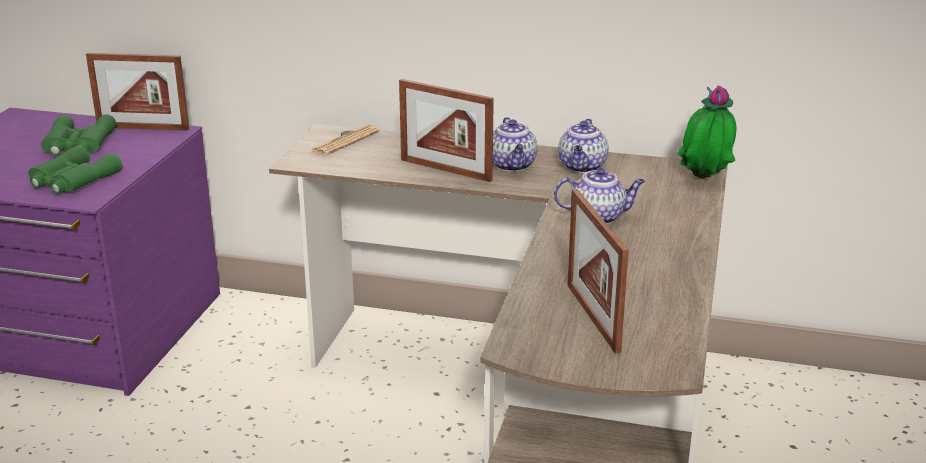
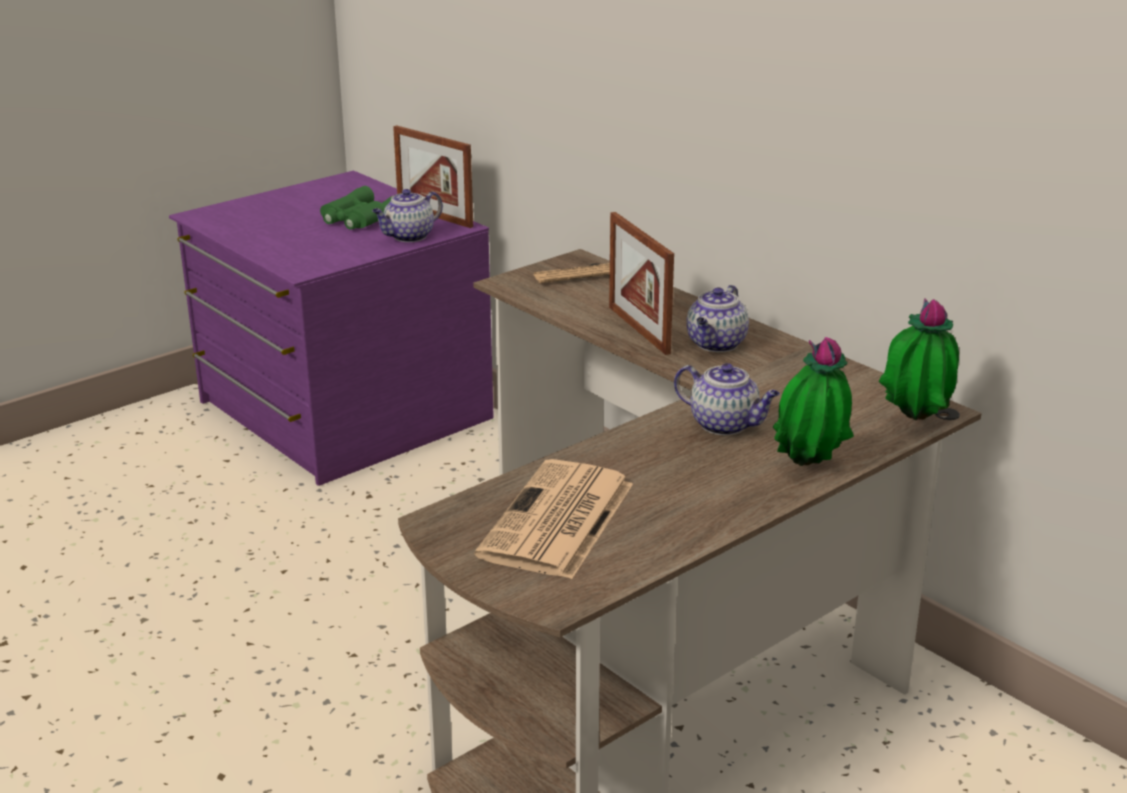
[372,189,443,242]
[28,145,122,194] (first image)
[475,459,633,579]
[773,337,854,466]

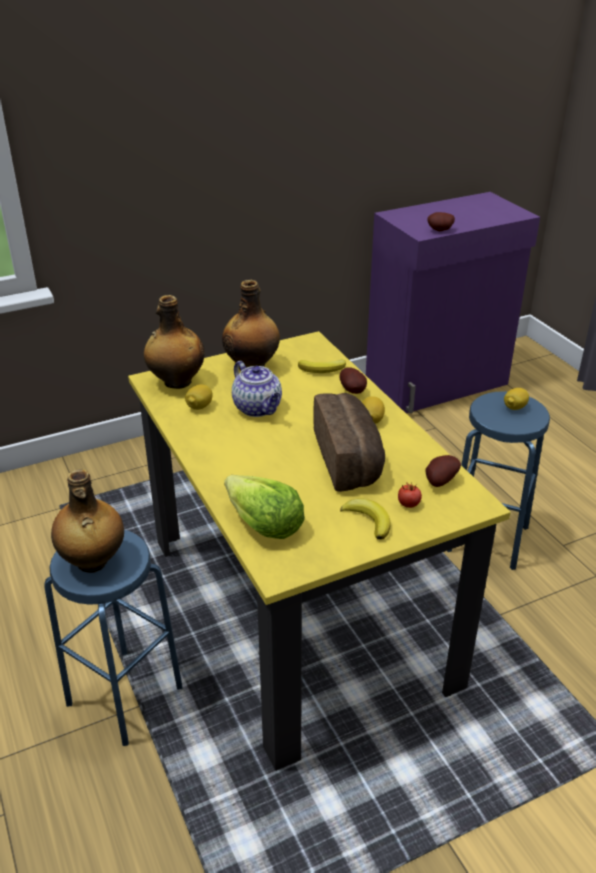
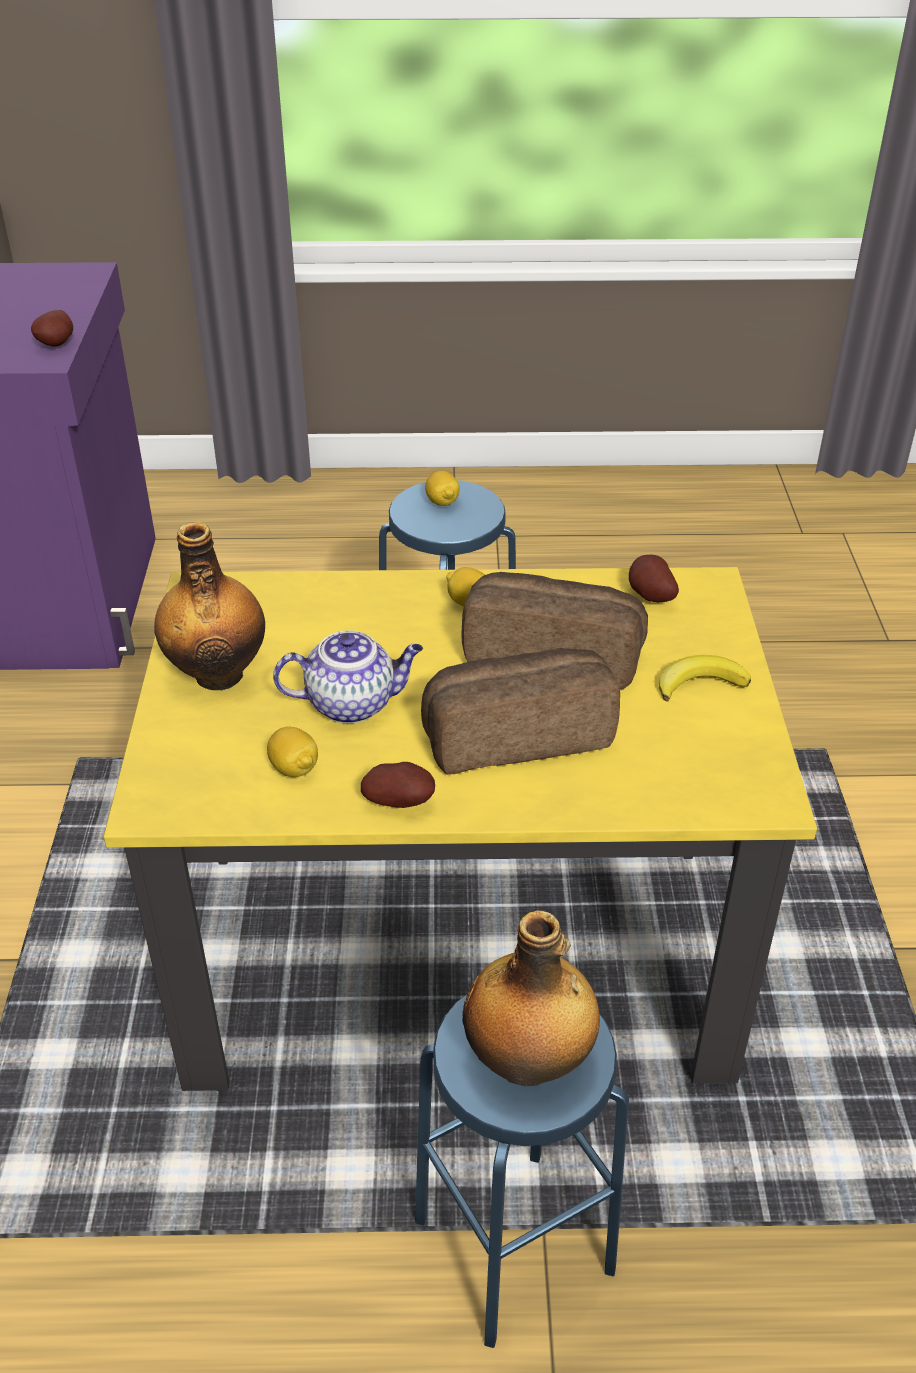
[144,295,204,389] (first image)
[298,359,346,373] (first image)
[361,762,435,808]
[224,475,305,539] (first image)
[398,482,422,508] (first image)
[421,648,620,775]

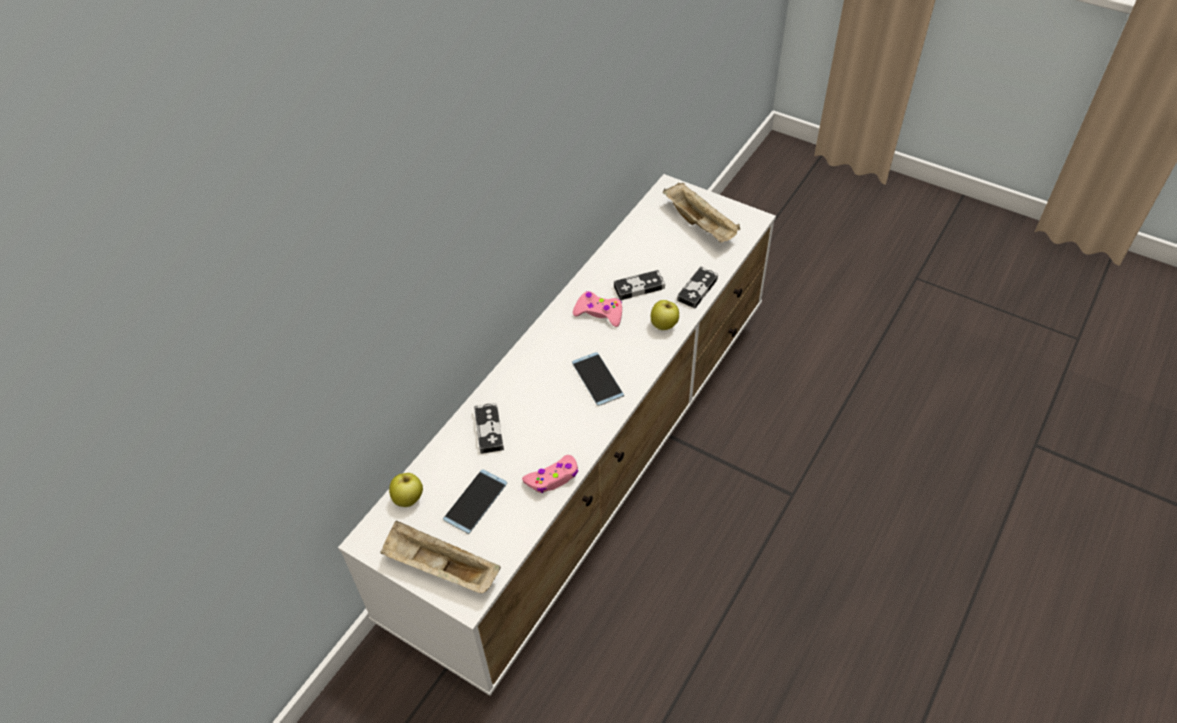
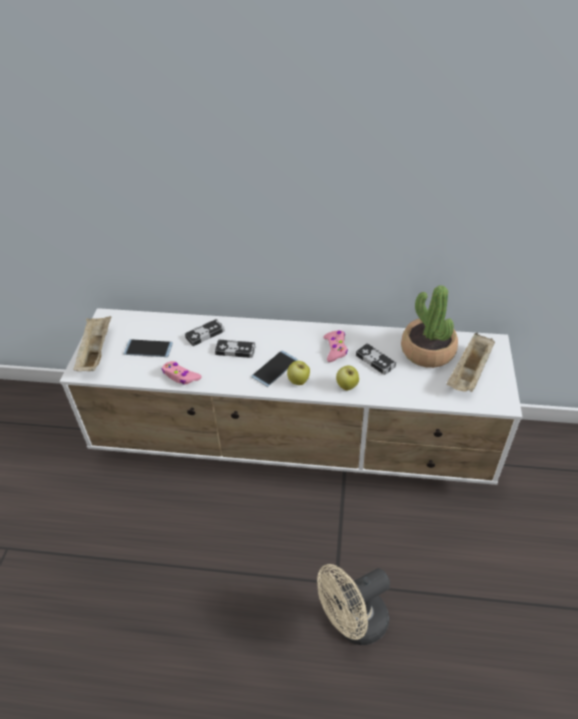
[215,340,255,358]
[287,361,310,385]
[401,285,458,368]
[317,564,390,645]

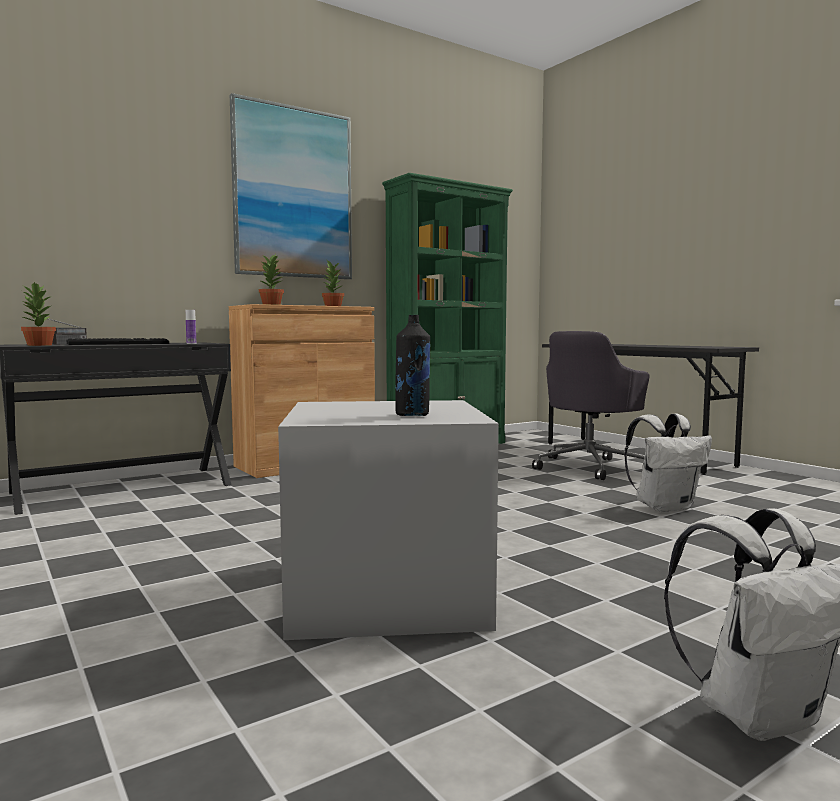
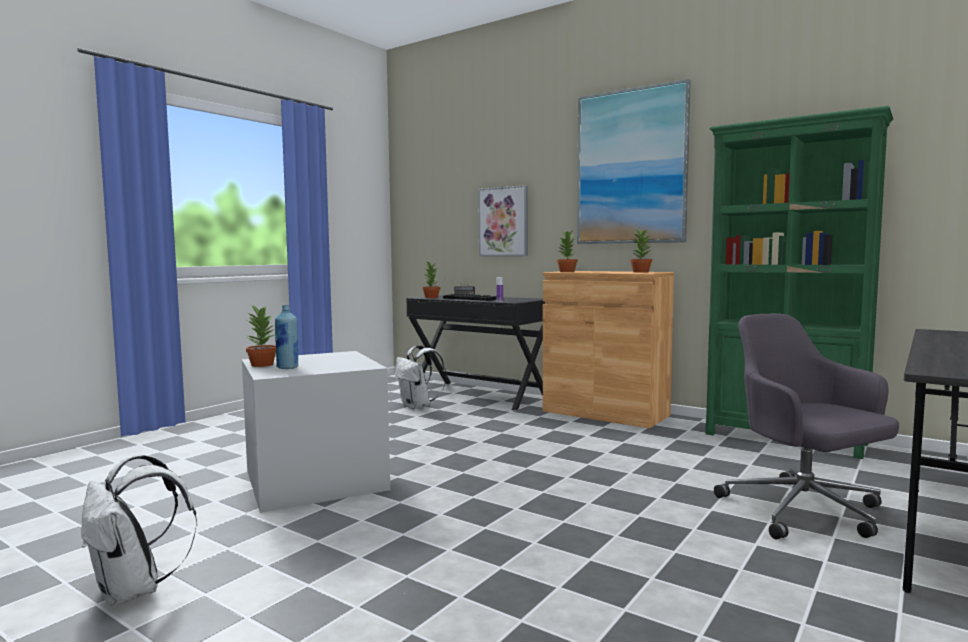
[275,305,298,369]
[714,314,899,539]
[395,345,447,409]
[478,185,528,256]
[246,306,276,367]

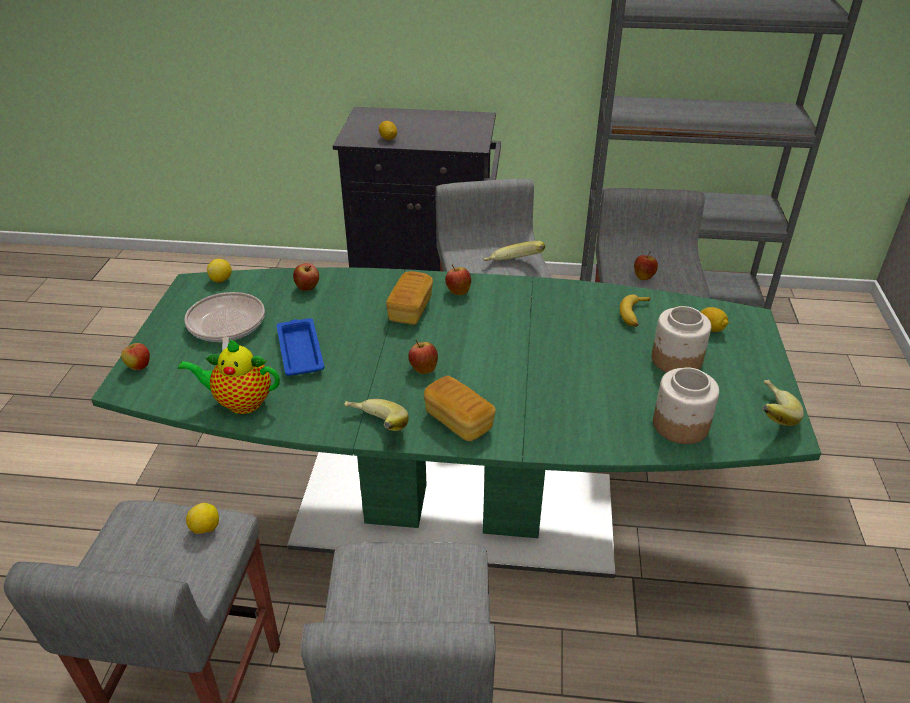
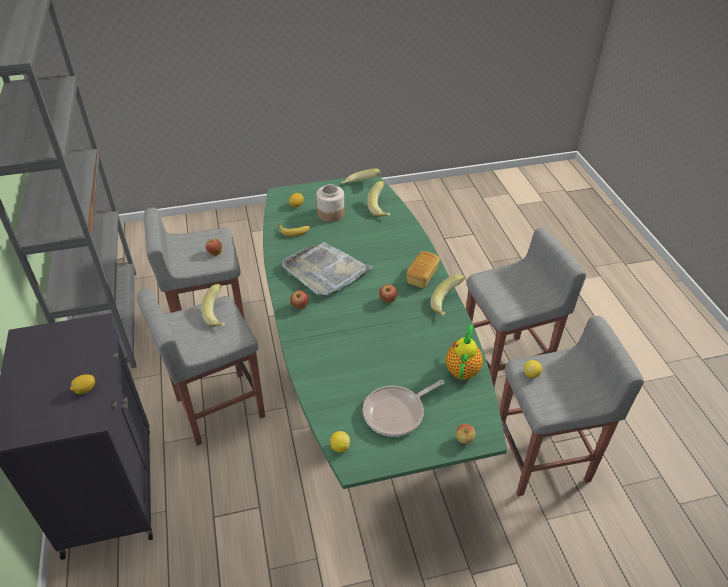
[293,263,319,291] (first image)
[386,271,433,325] (first image)
[276,318,325,376] (first image)
[446,324,483,380]
[367,181,390,217]
[281,242,373,297]

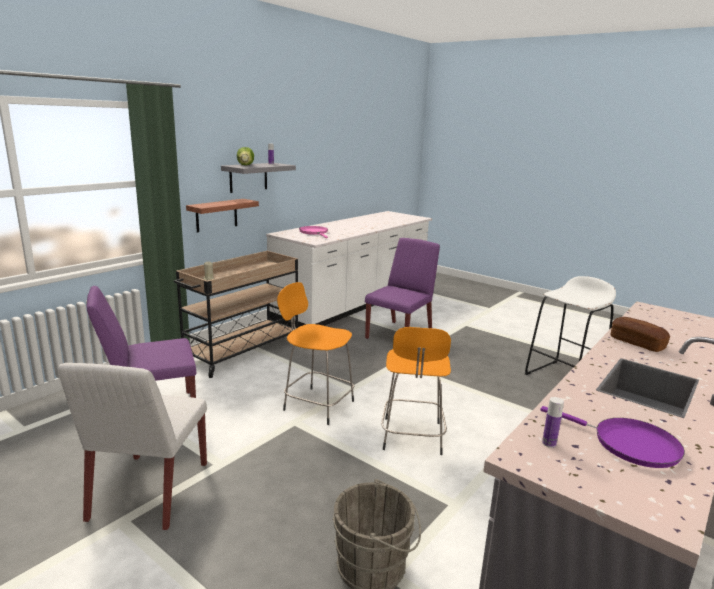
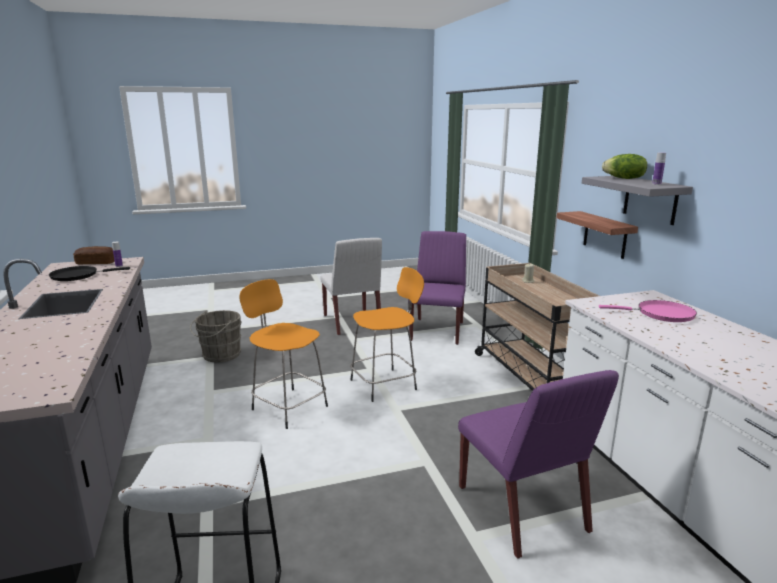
[73,246,115,265]
[321,238,382,335]
[49,266,130,281]

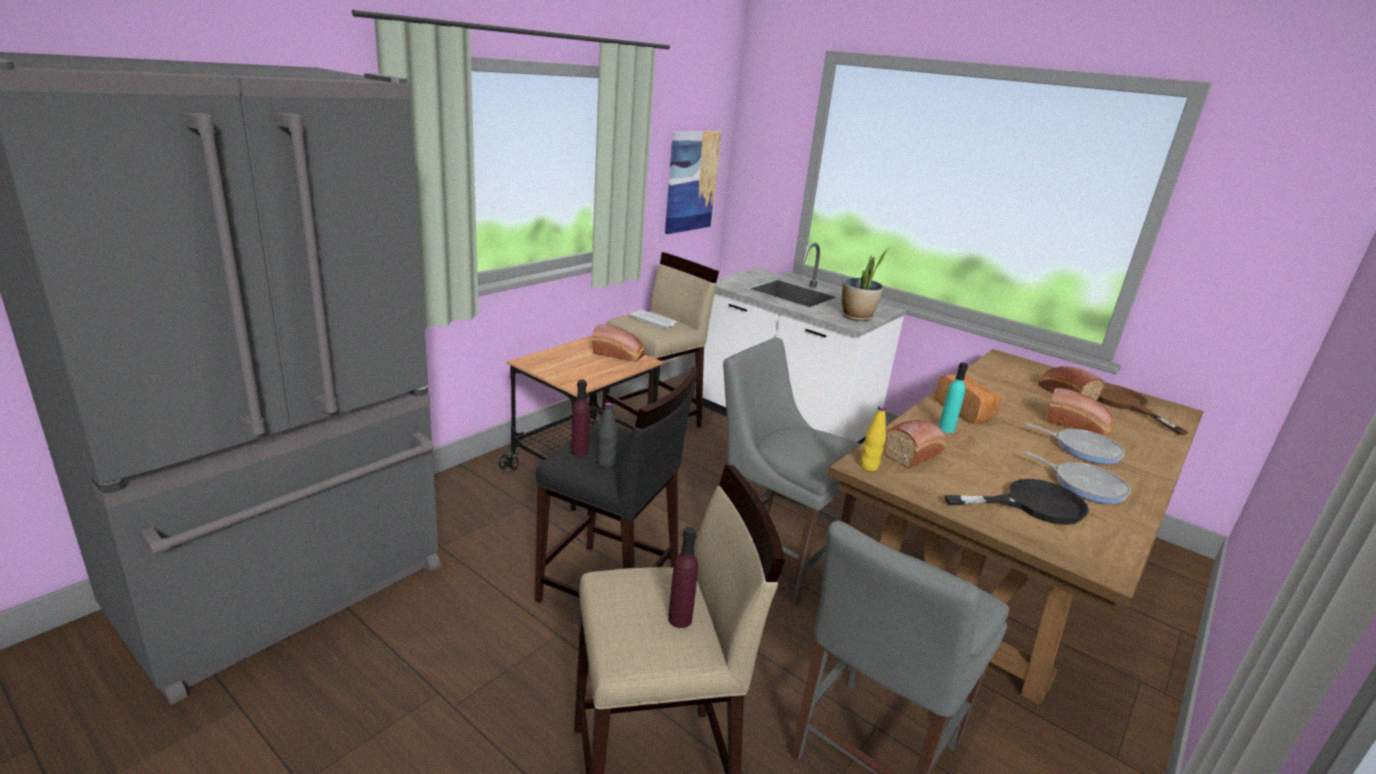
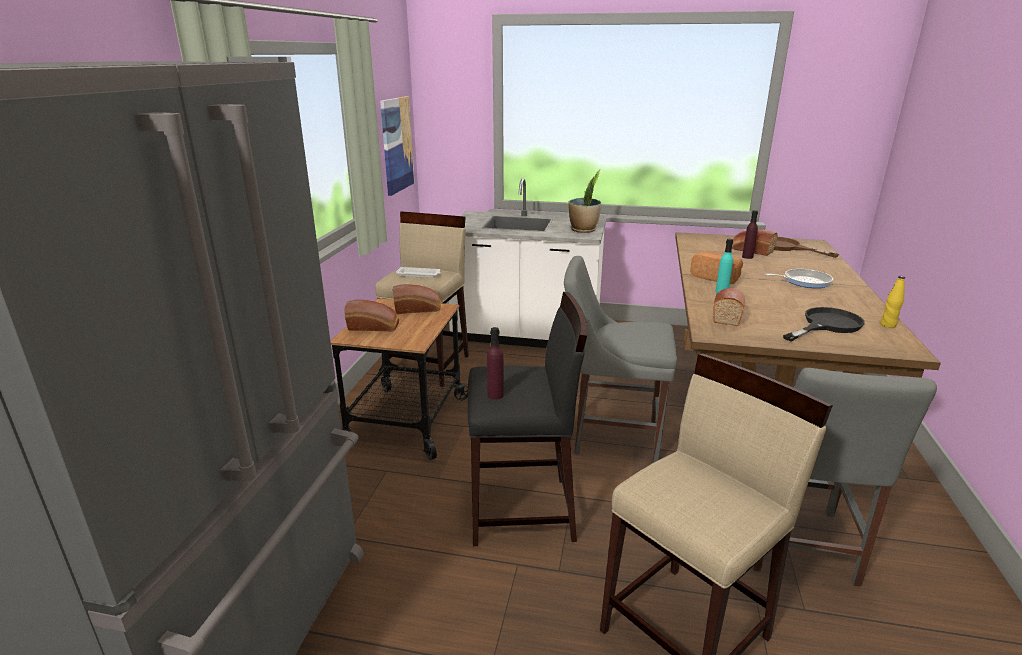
[344,300,399,332]
[597,403,617,467] (first image)
[880,276,905,328]
[1024,451,1131,504] (first image)
[742,210,758,259]

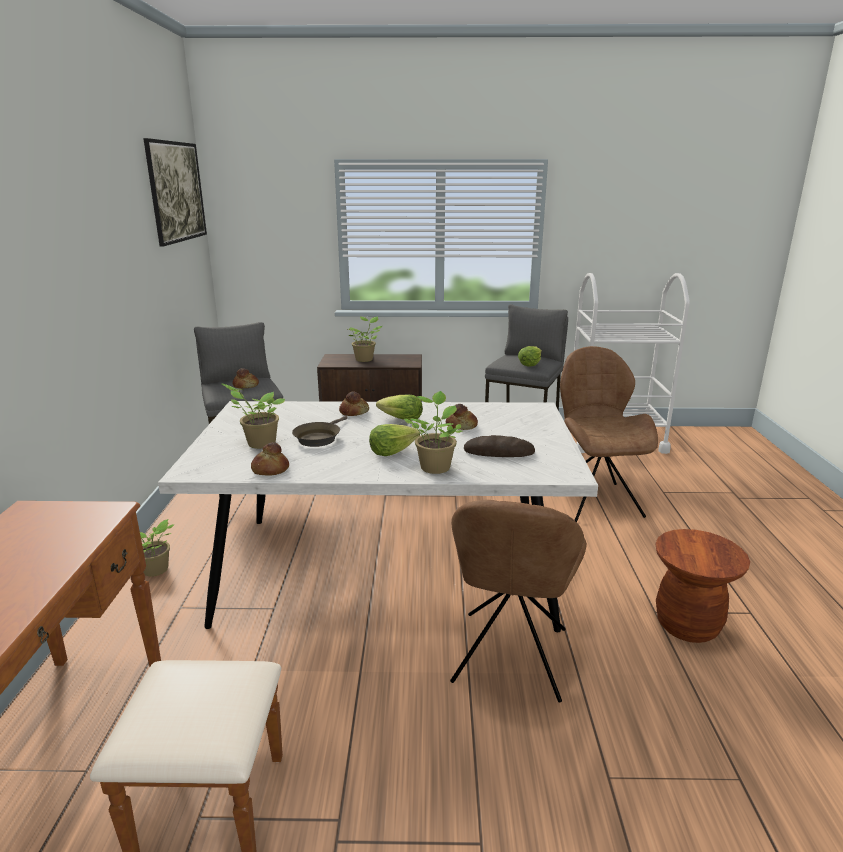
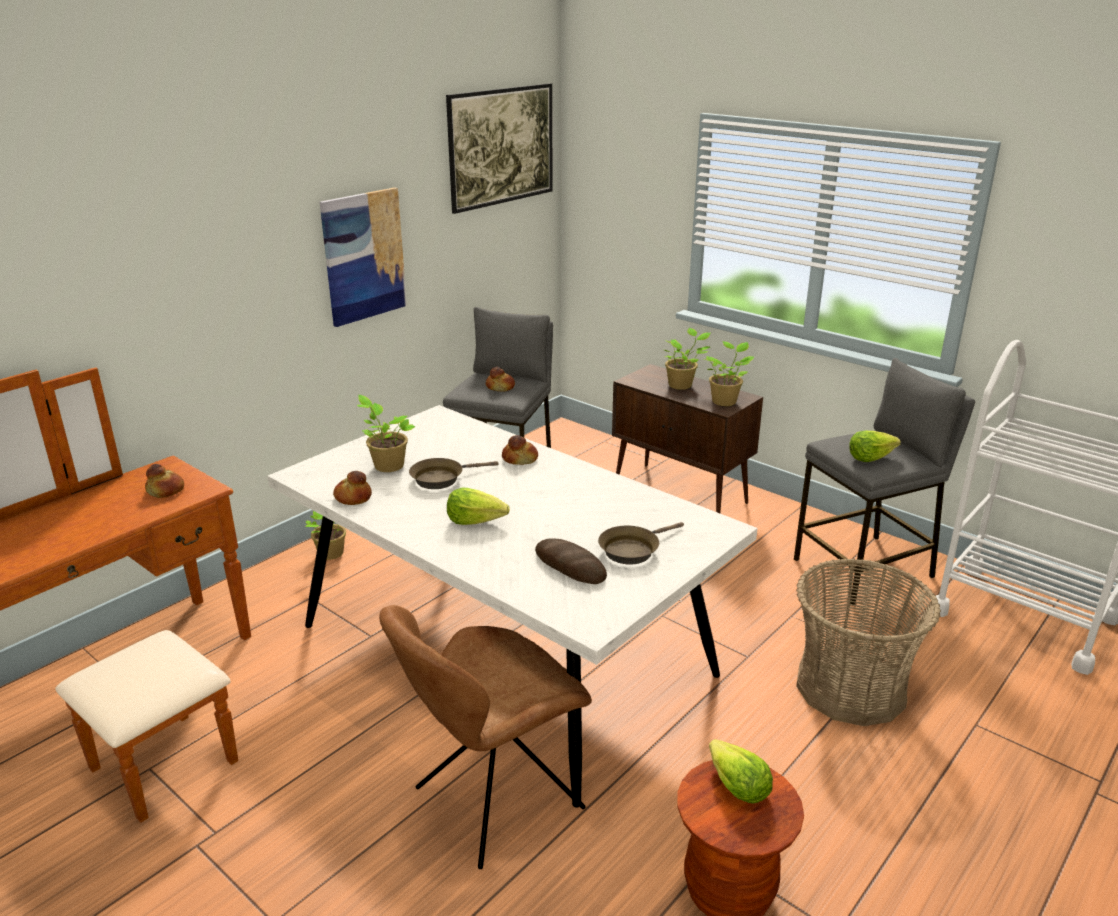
[796,559,941,726]
[704,341,755,406]
[709,739,773,804]
[145,464,184,498]
[320,187,407,327]
[598,522,684,564]

